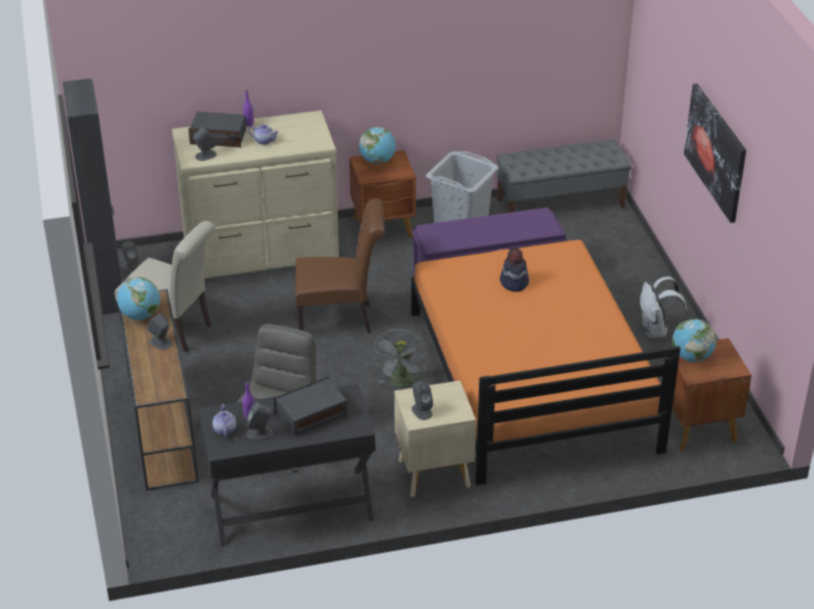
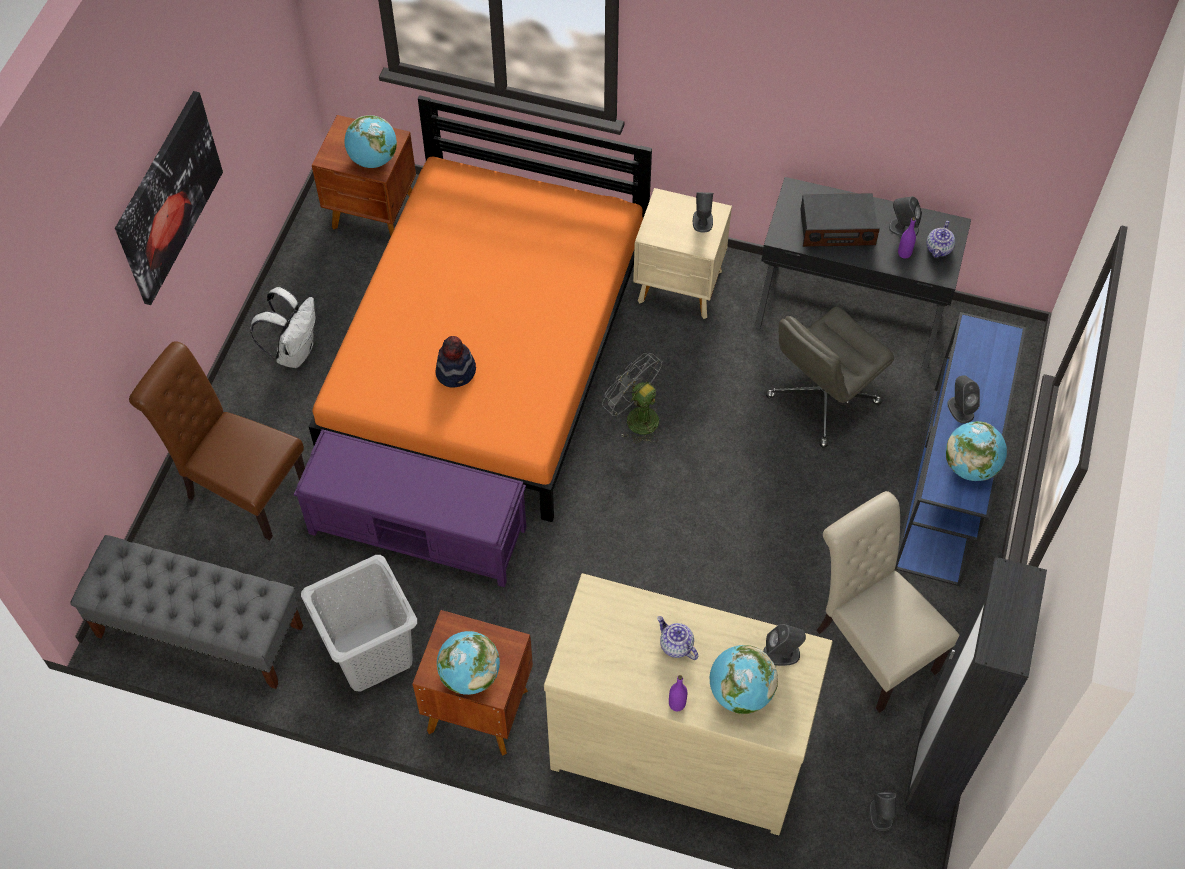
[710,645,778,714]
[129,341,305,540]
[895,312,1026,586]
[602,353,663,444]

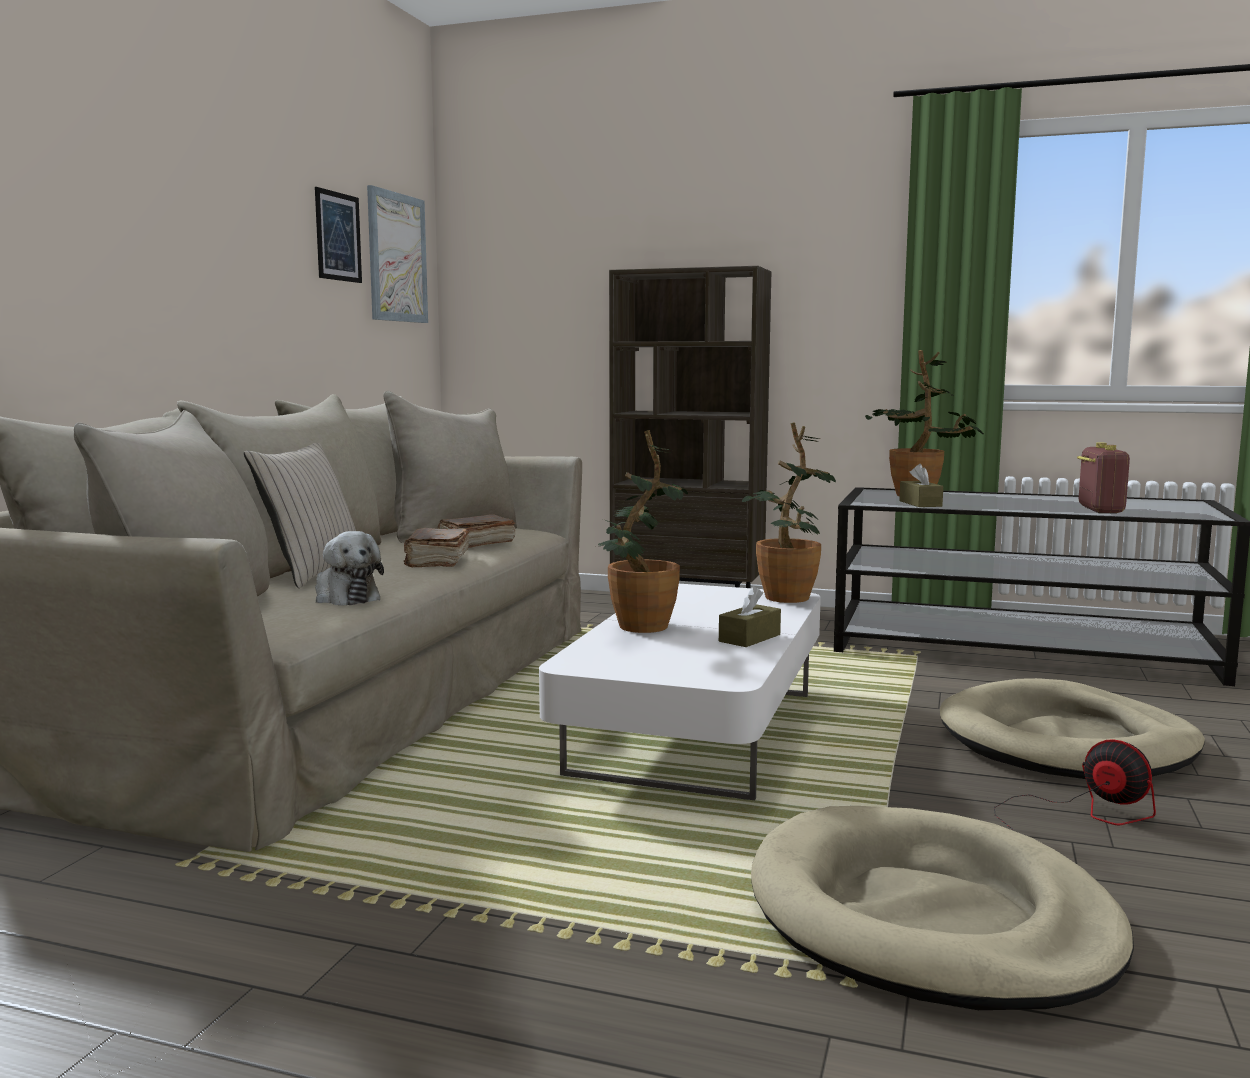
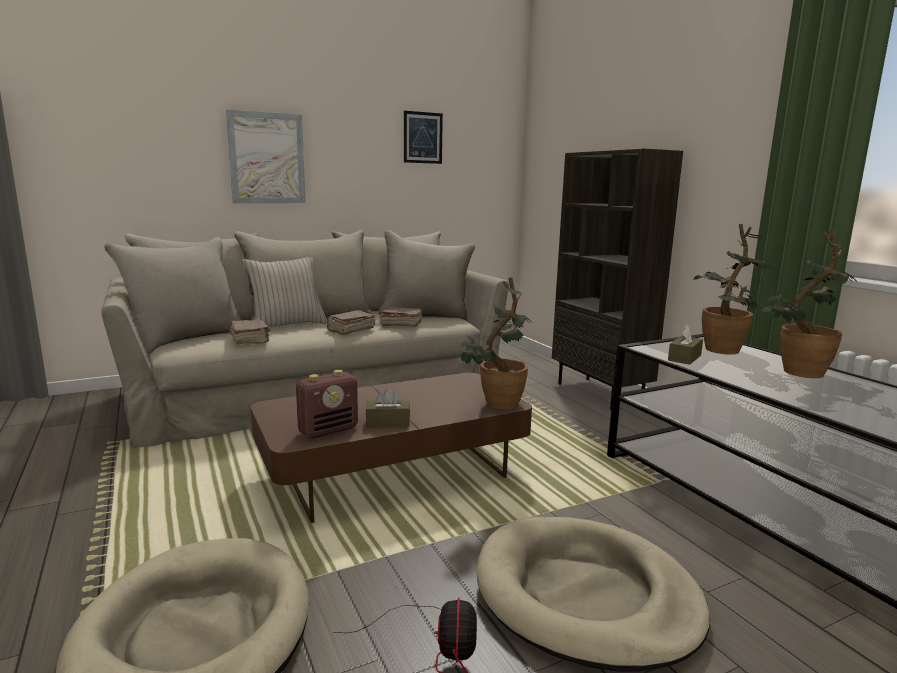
[226,110,306,203]
[762,230,856,378]
[296,370,358,438]
[230,319,270,344]
[251,373,532,523]

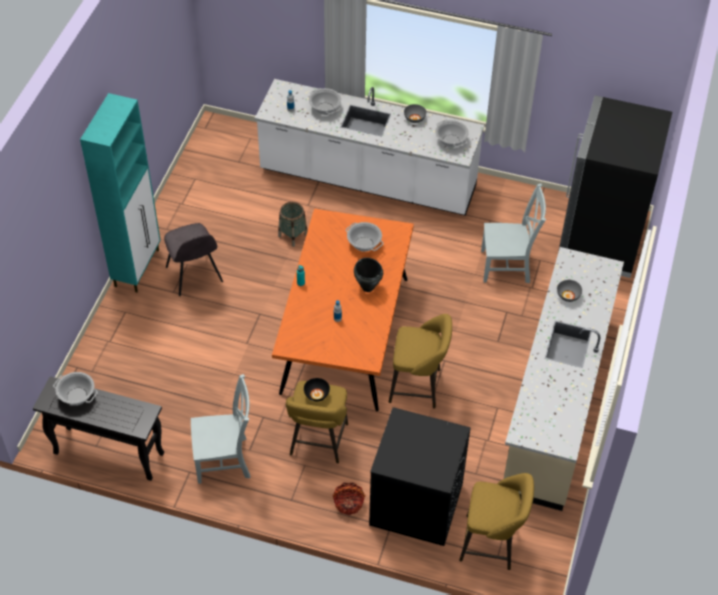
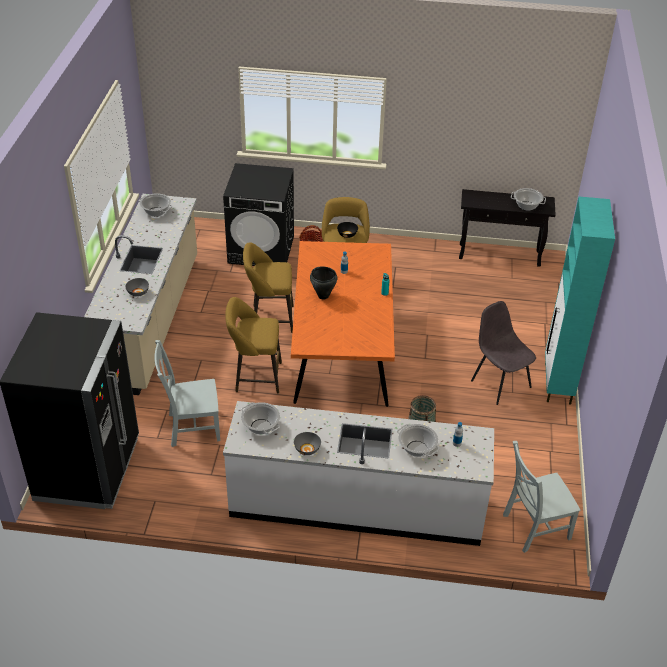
[138,193,173,217]
[503,441,581,553]
[225,297,282,394]

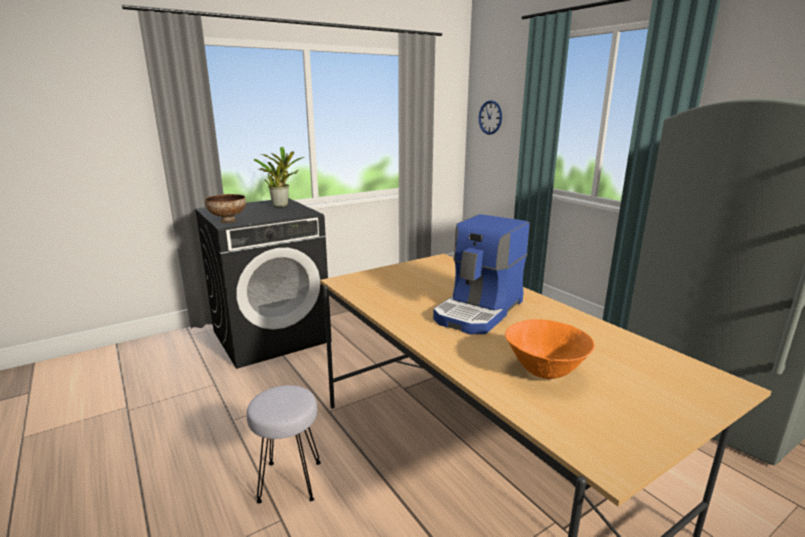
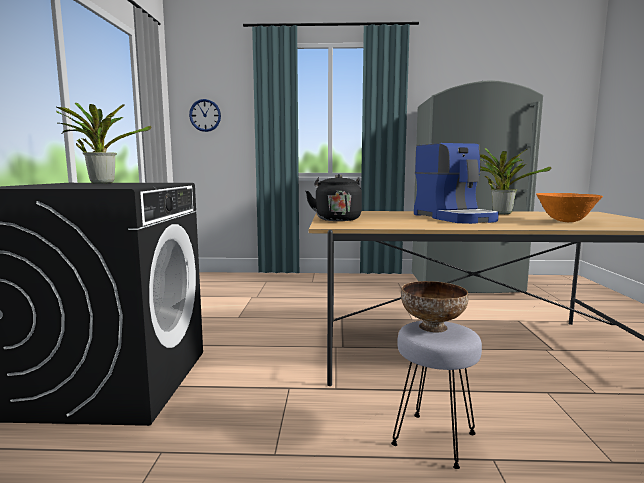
[401,281,469,332]
[480,148,551,214]
[305,174,362,221]

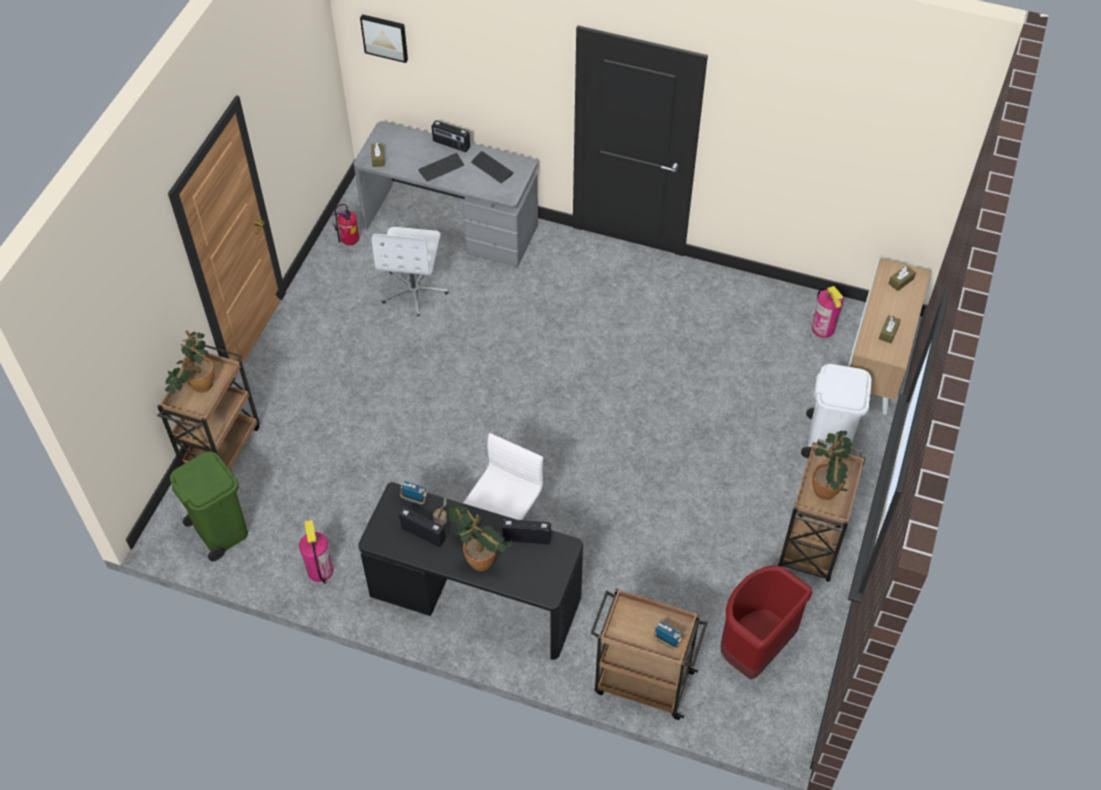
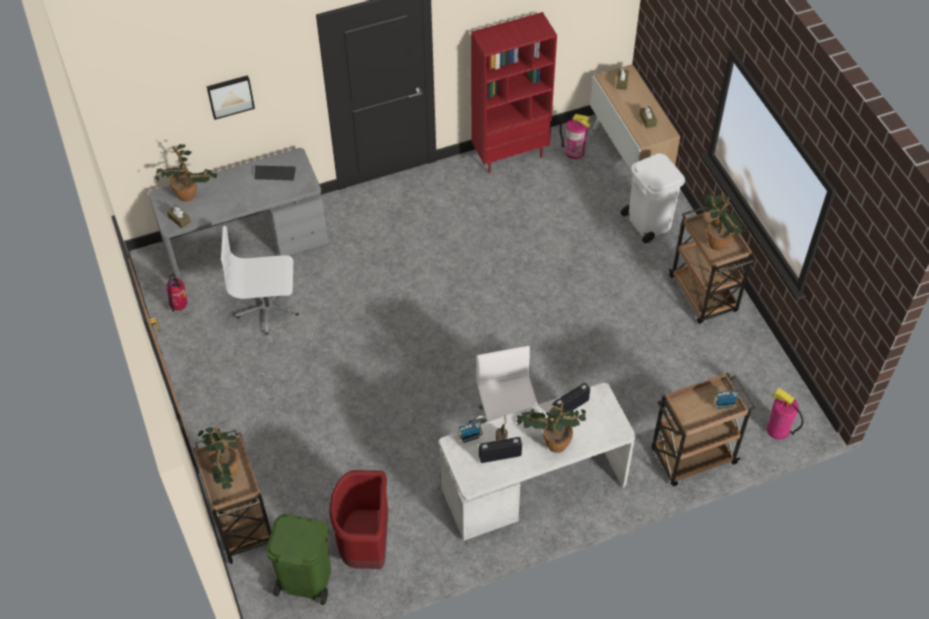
[207,75,255,120]
[431,120,470,152] (first image)
[418,153,464,182] (first image)
[221,226,299,335]
[439,383,636,541]
[767,388,804,440]
[329,470,388,569]
[471,12,557,173]
[155,144,218,202]

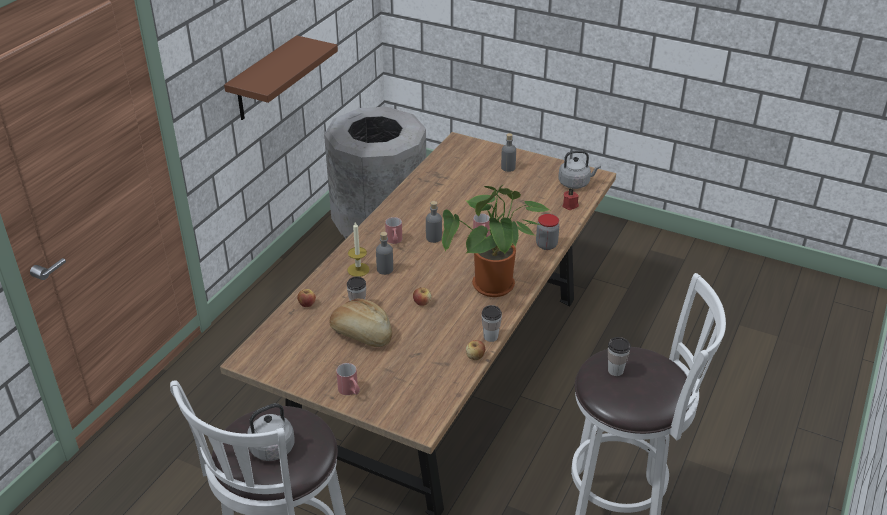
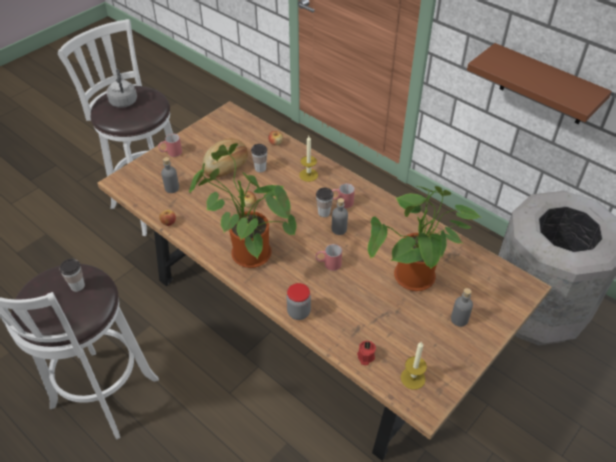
[401,341,427,390]
[161,157,179,193]
[316,188,334,217]
[368,186,480,291]

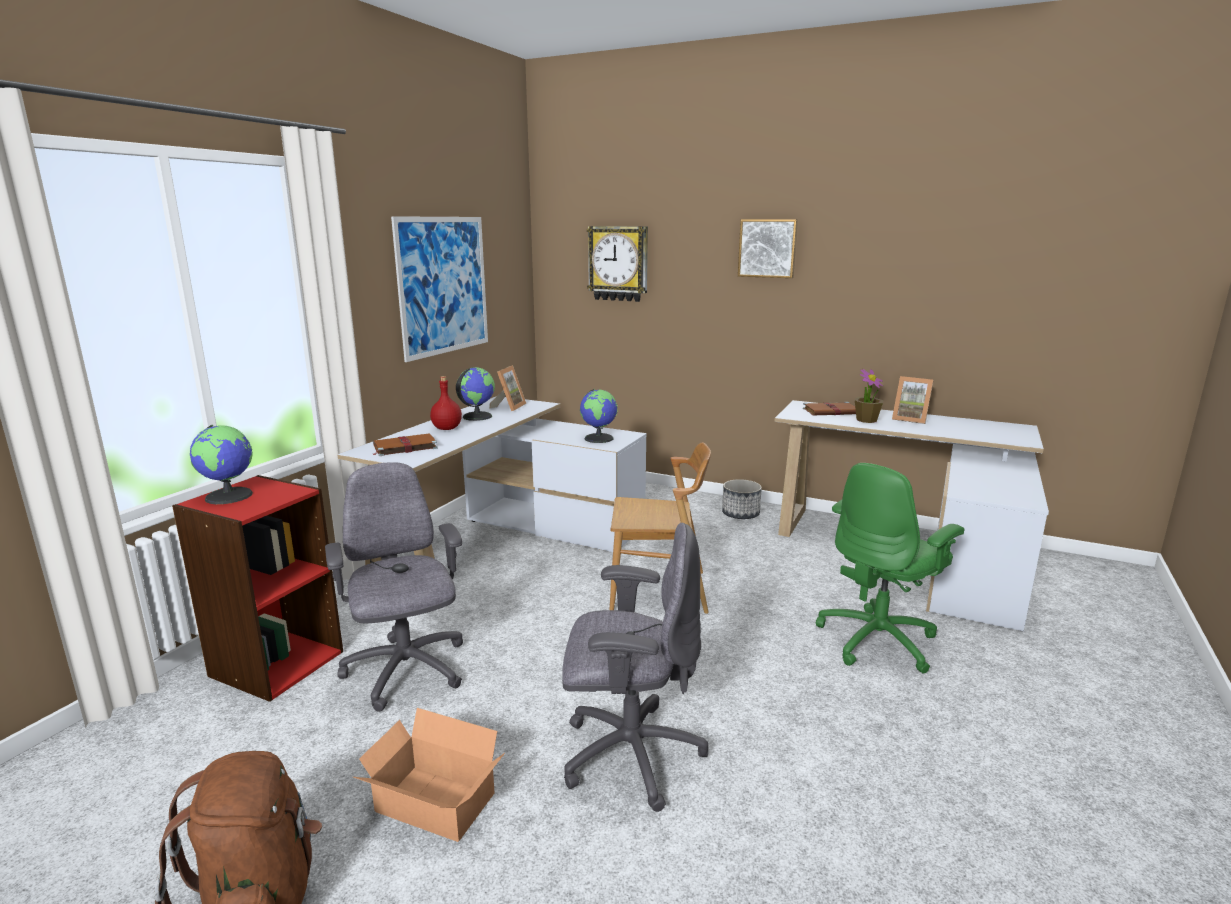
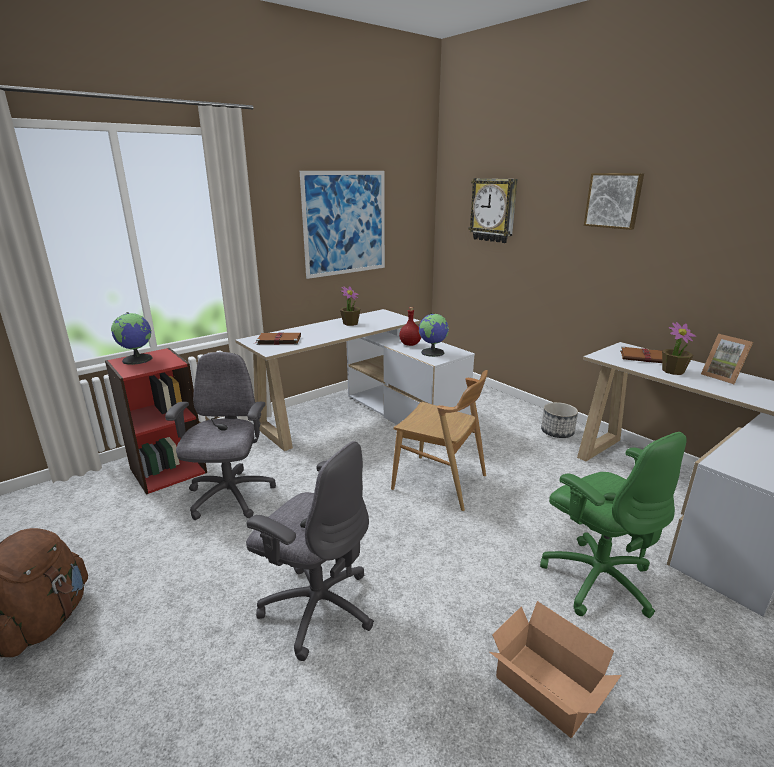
[489,365,526,411] (first image)
[340,286,361,326]
[399,307,421,346]
[540,432,687,618]
[490,601,621,738]

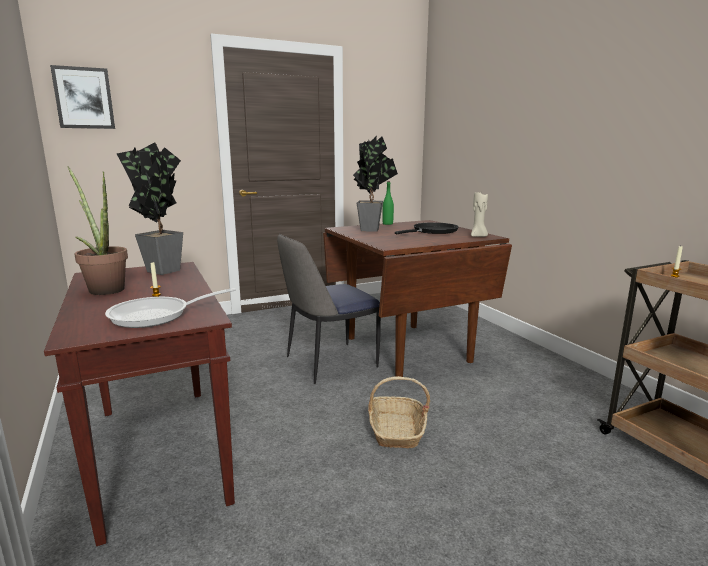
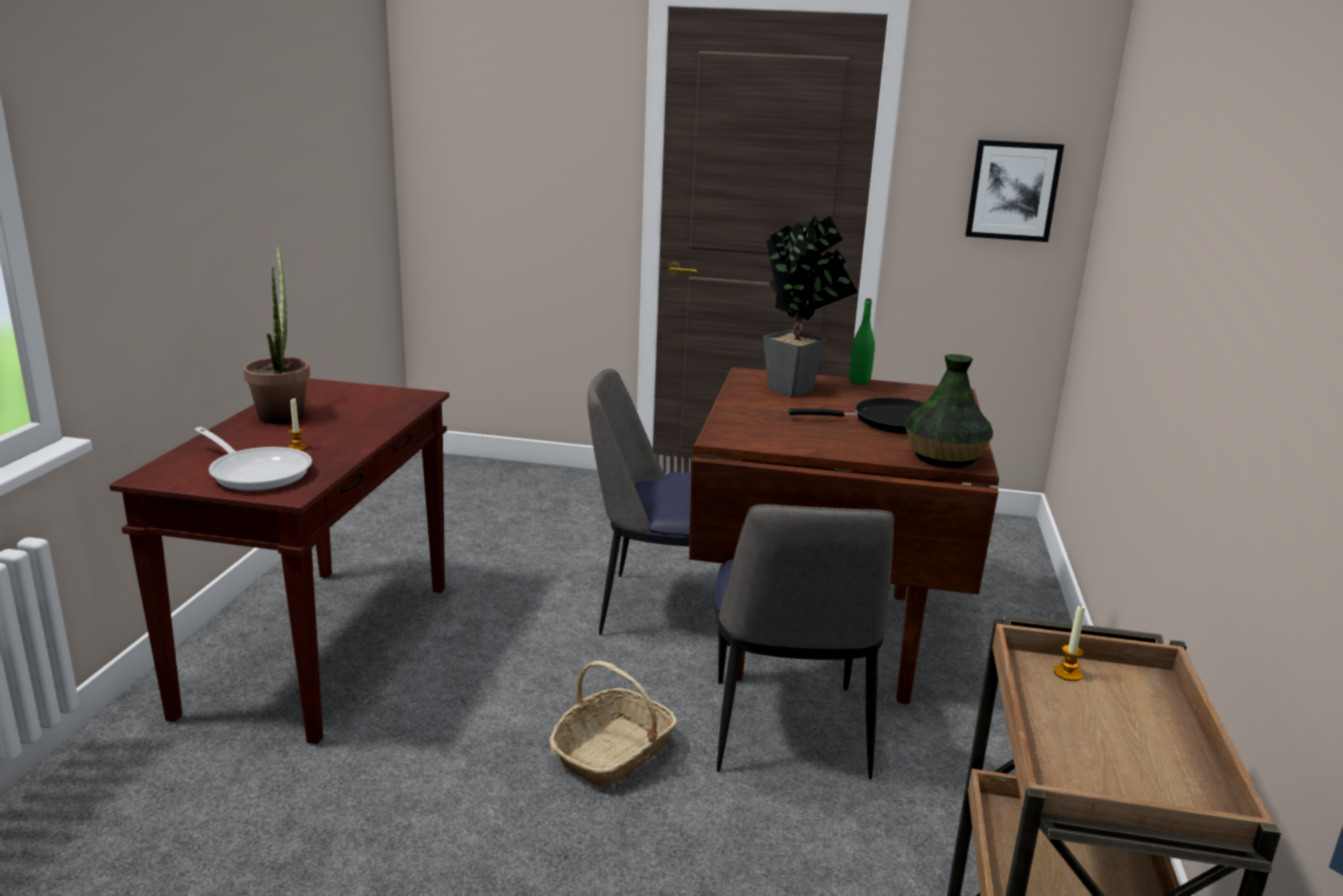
[965,140,1064,242]
[117,142,183,275] (first image)
[905,354,993,468]
[195,427,312,491]
[715,505,894,780]

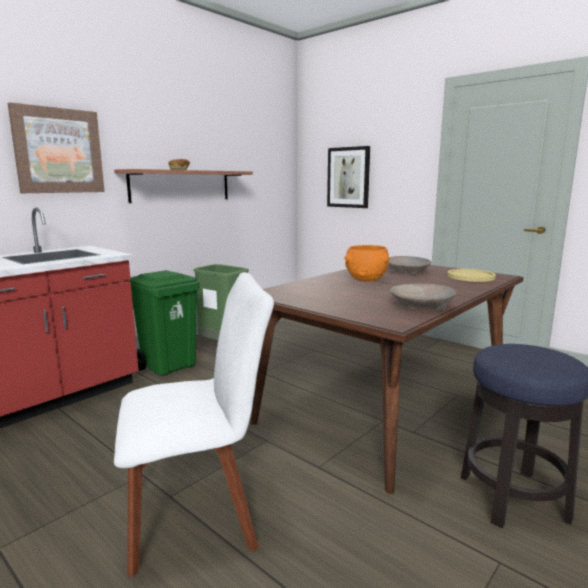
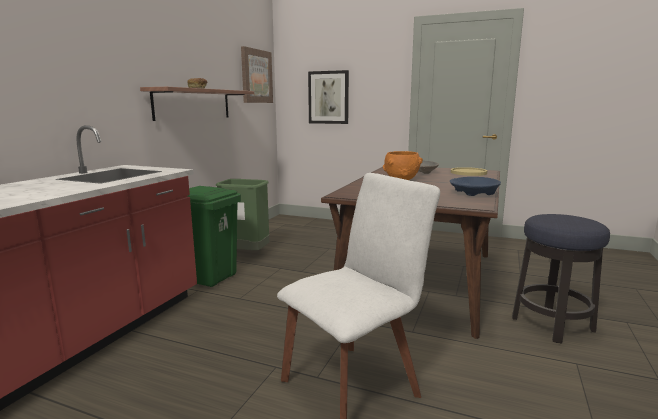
[241,46,273,103]
[450,177,501,196]

